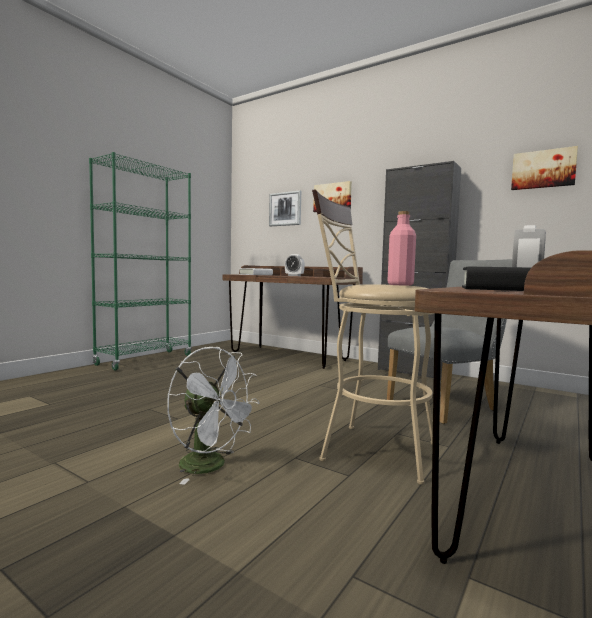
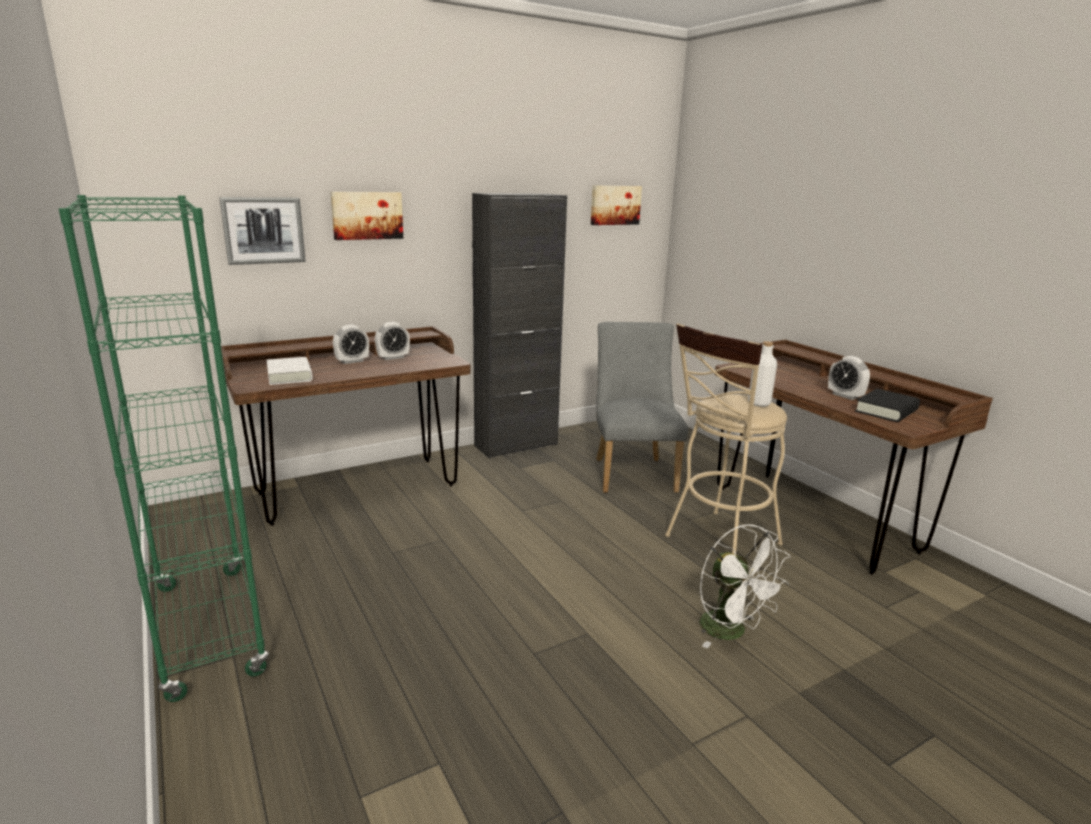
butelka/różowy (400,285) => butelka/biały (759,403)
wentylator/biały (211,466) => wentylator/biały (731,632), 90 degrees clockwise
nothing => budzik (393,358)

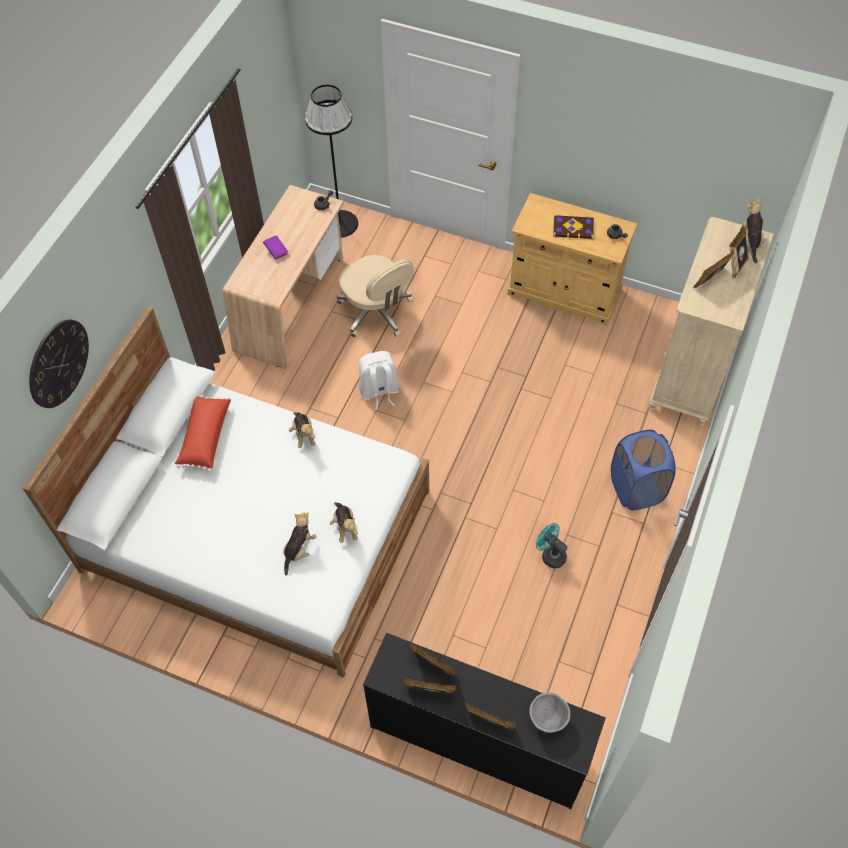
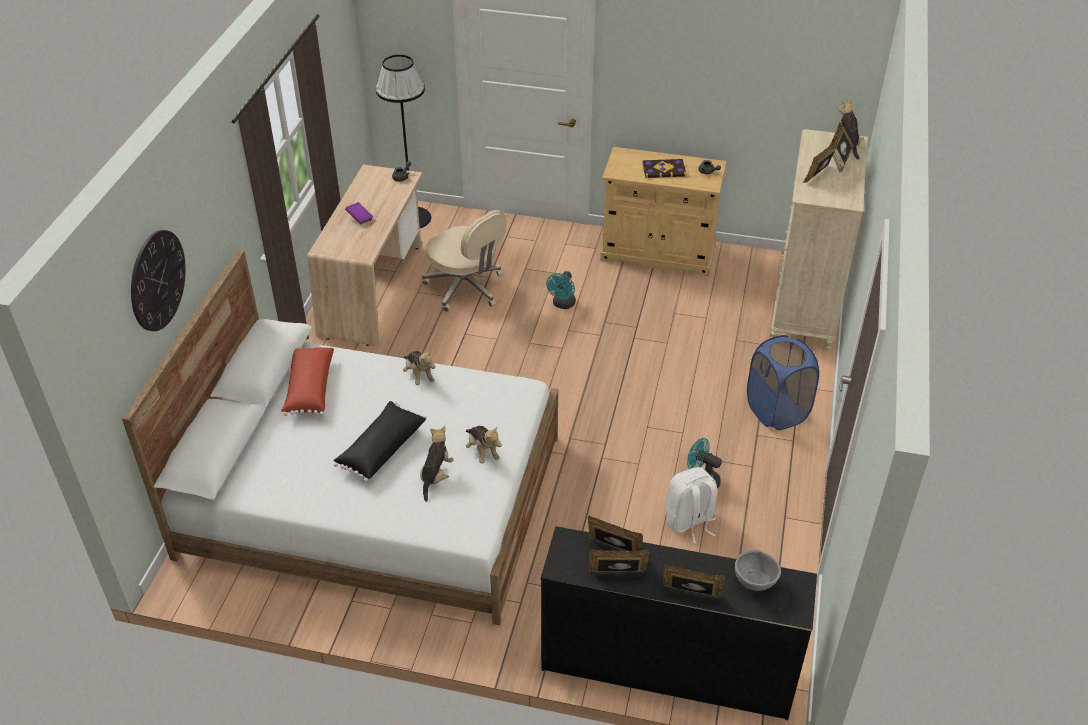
plecak/biały (379,391) => plecak/biały (690,522), shifted
nothing => wentylator/turkusowy (562,304)
nothing => poduszka/czarny (381,448)

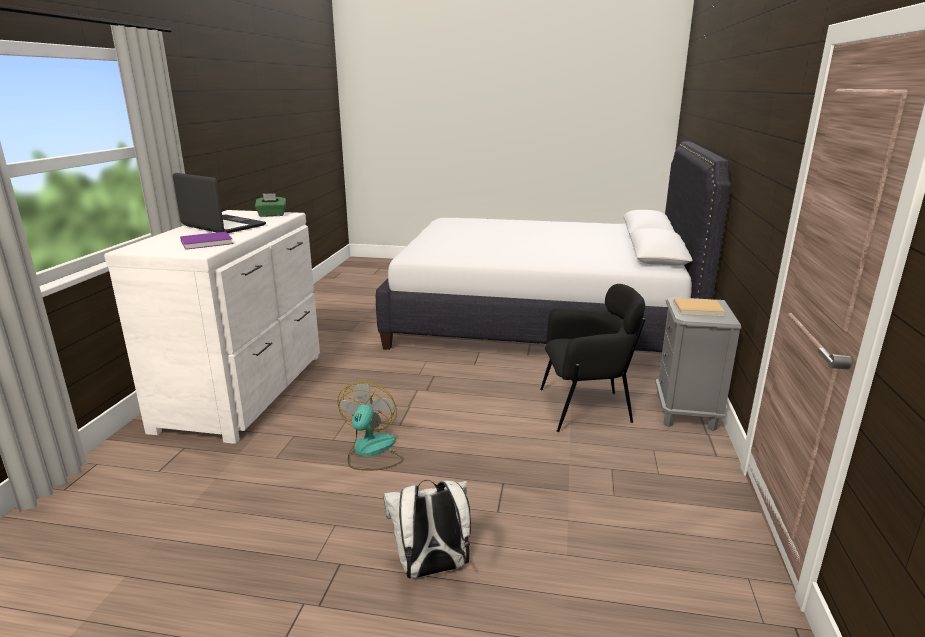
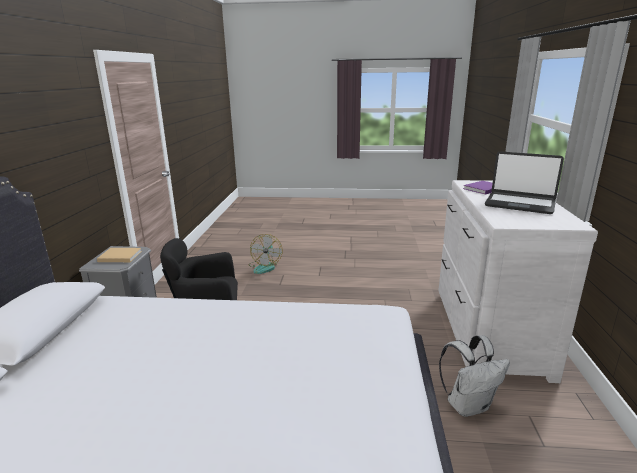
pudełko chusteczek/zielony (272,215) => nothing
wentylator (371,451) => wentylator (265,267), shifted
plecak/biały (431,569) => plecak/biały (468,405), shifted

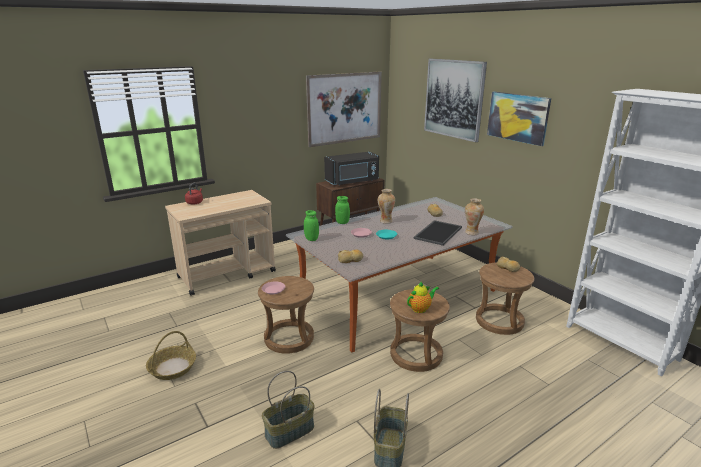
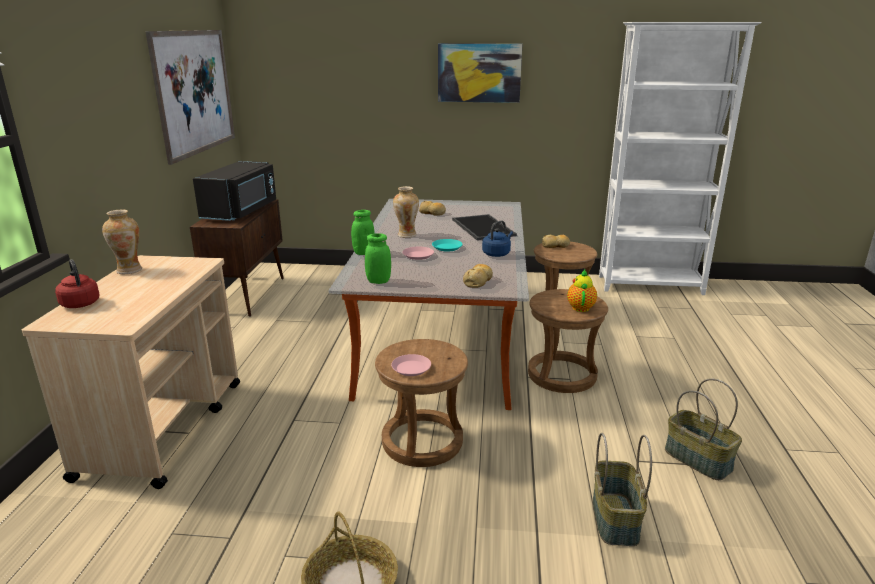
obraz (454,99) => nothing
wazon (471,232) => wazon (129,270), shifted
nothing => czajnik/niebieski (497,254)

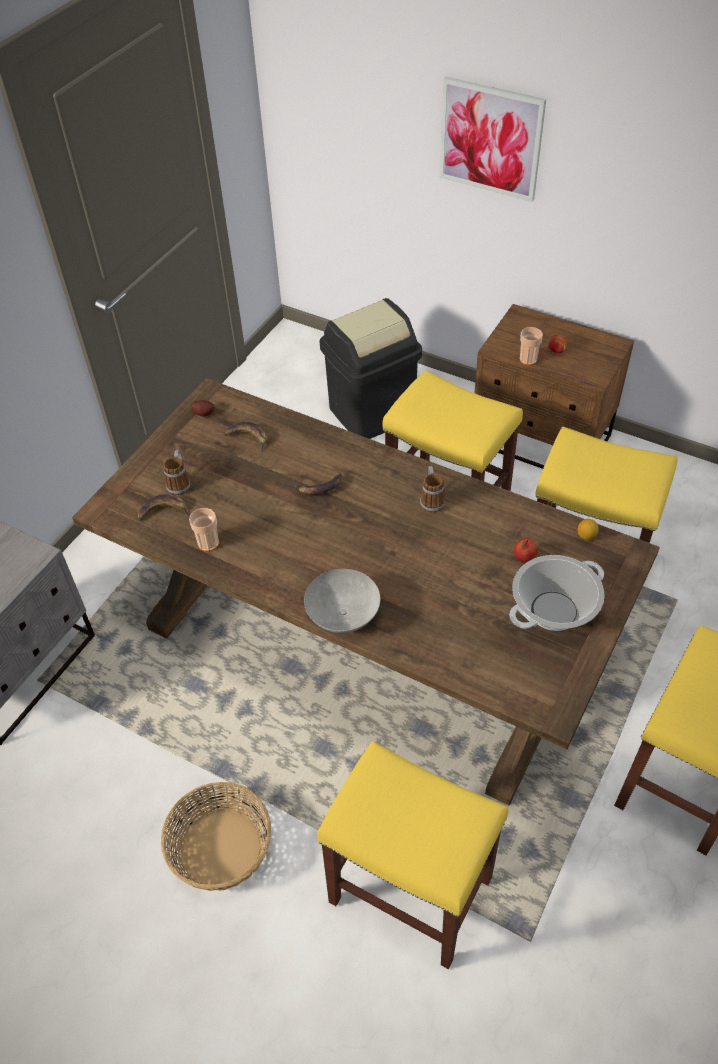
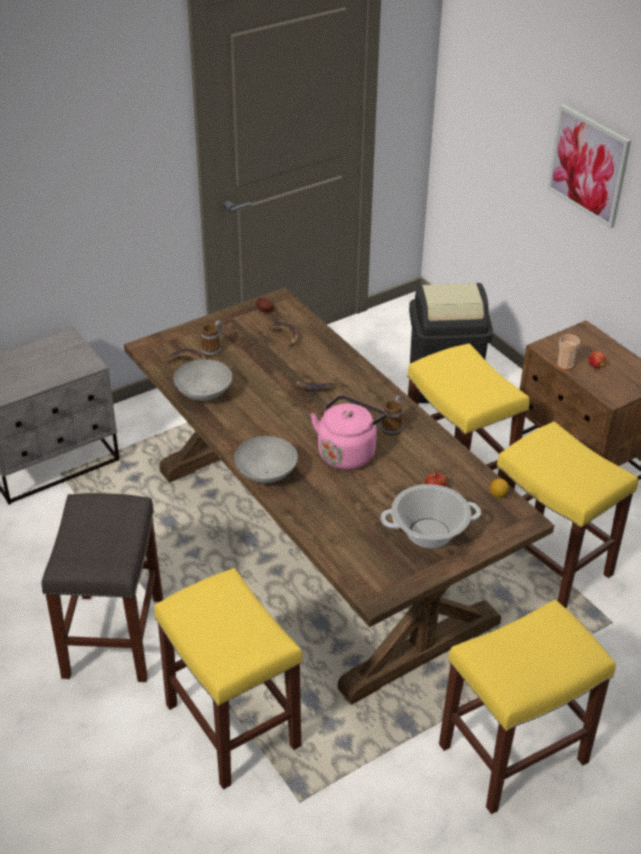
filiżanka (208,543) => miska/szary (205,394)
koszyk (220,848) => stołek/szary (113,635)
nothing => czajnik/różowy (347,452)

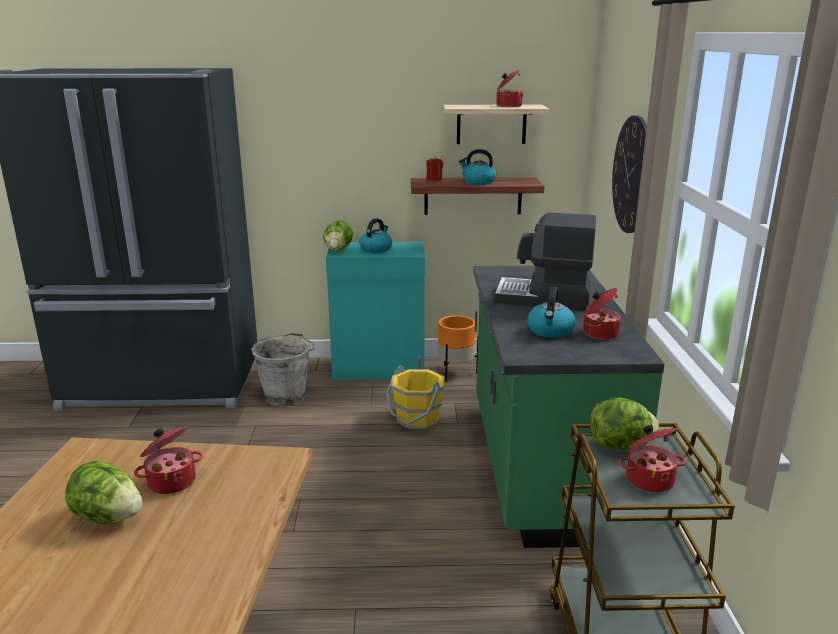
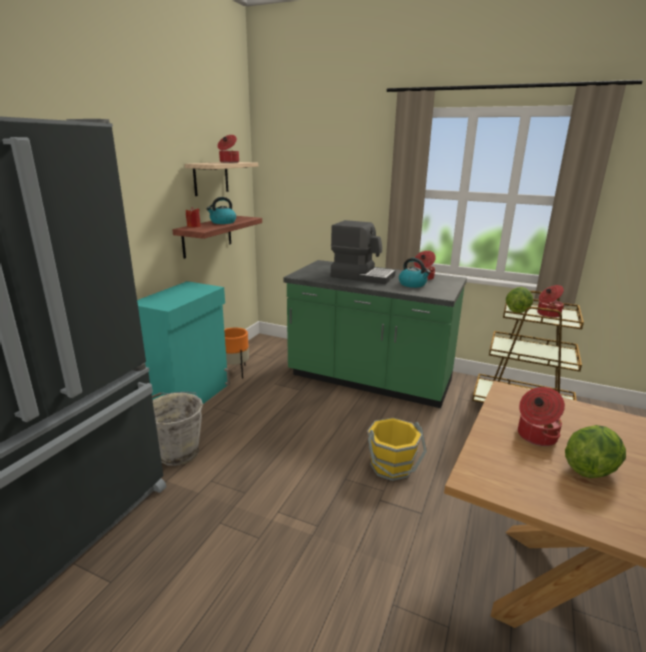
zegar ścienny (632,175) => nothing
ekspres do kawy (543,298) => ekspres do kawy (362,276), 105 degrees counterclockwise
czajnik (376,249) => nothing
sałata (338,250) => nothing
wiadro/żółty (417,419) => wiadro/żółty (392,467), shifted

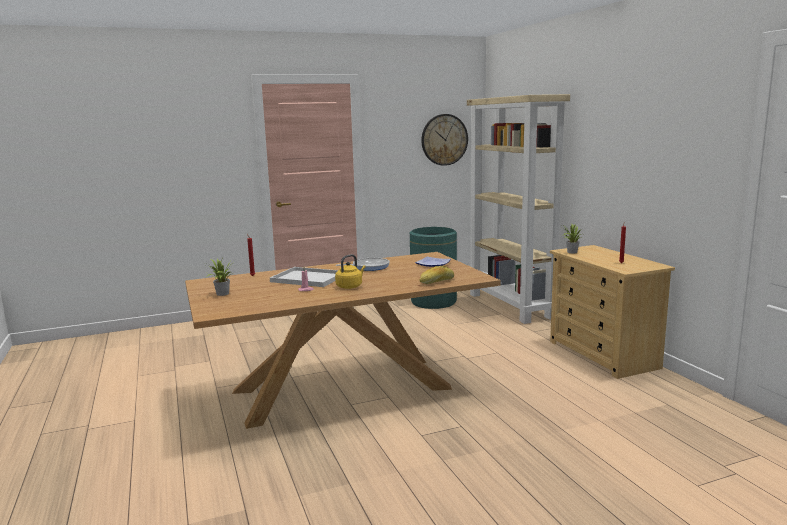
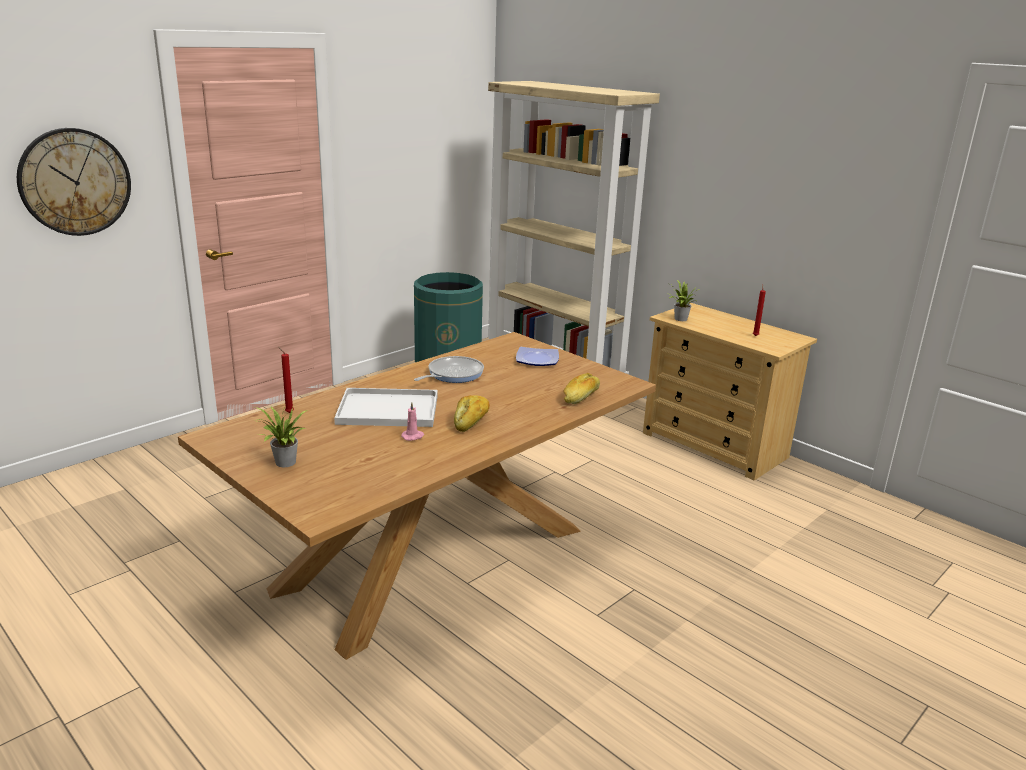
zegar ścienny (444,139) => zegar ścienny (75,182), shifted
czajnik/żółty (350,286) => chleb (471,421)

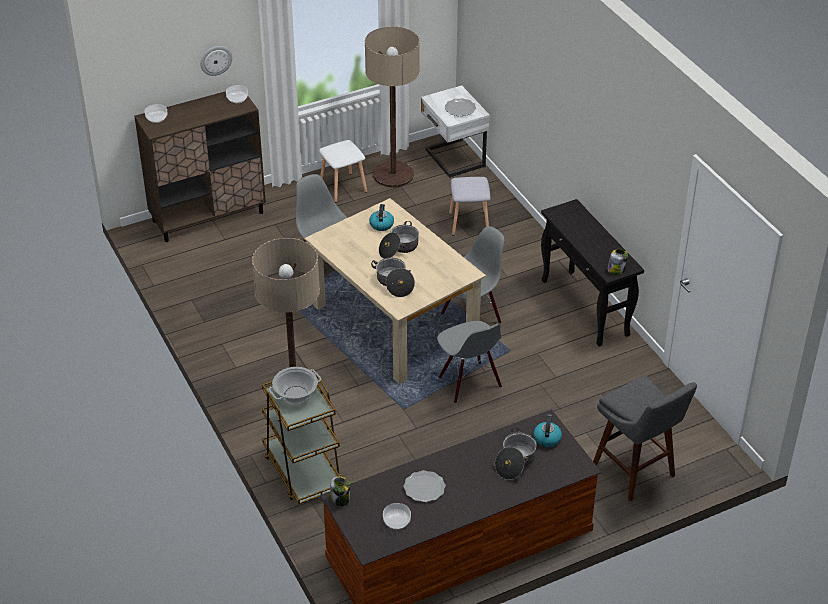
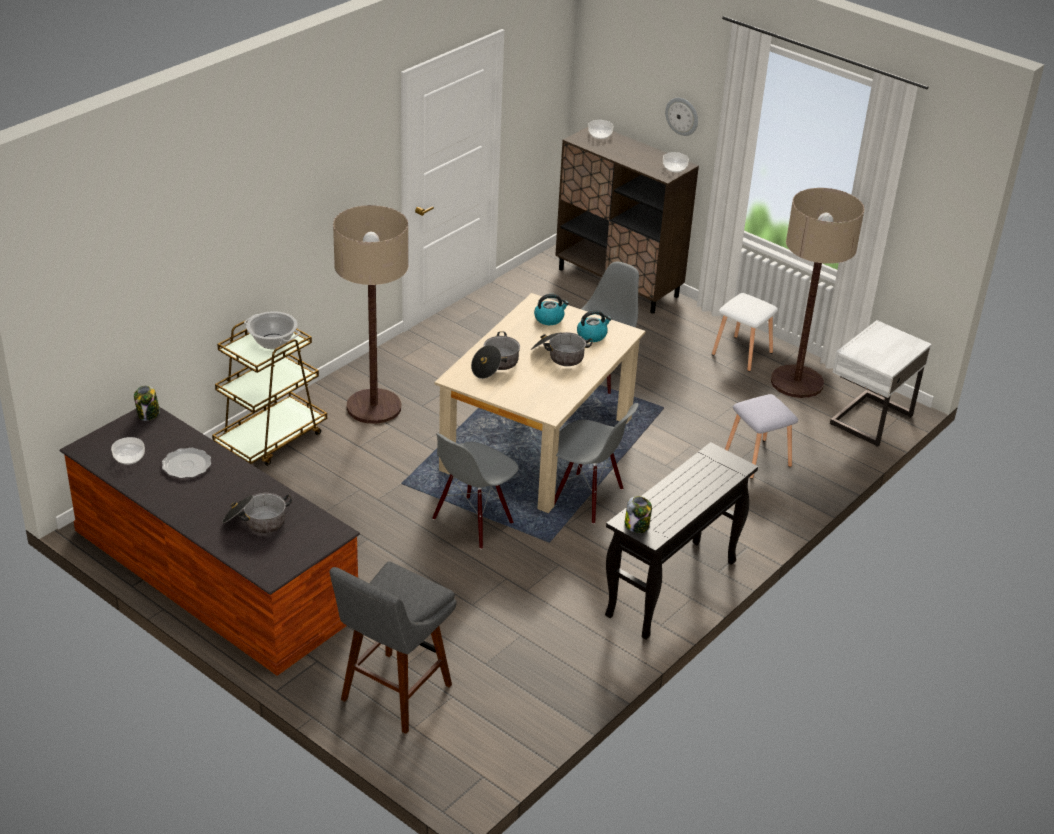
talerz (460,109) => nothing
czajnik (547,438) => czajnik (549,318), shifted

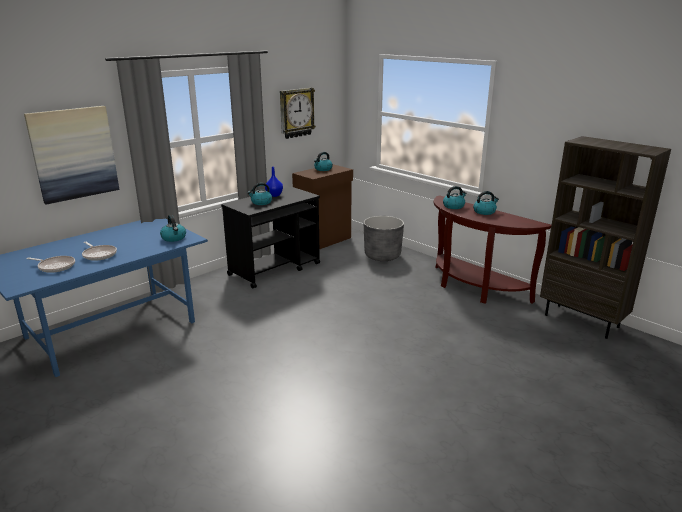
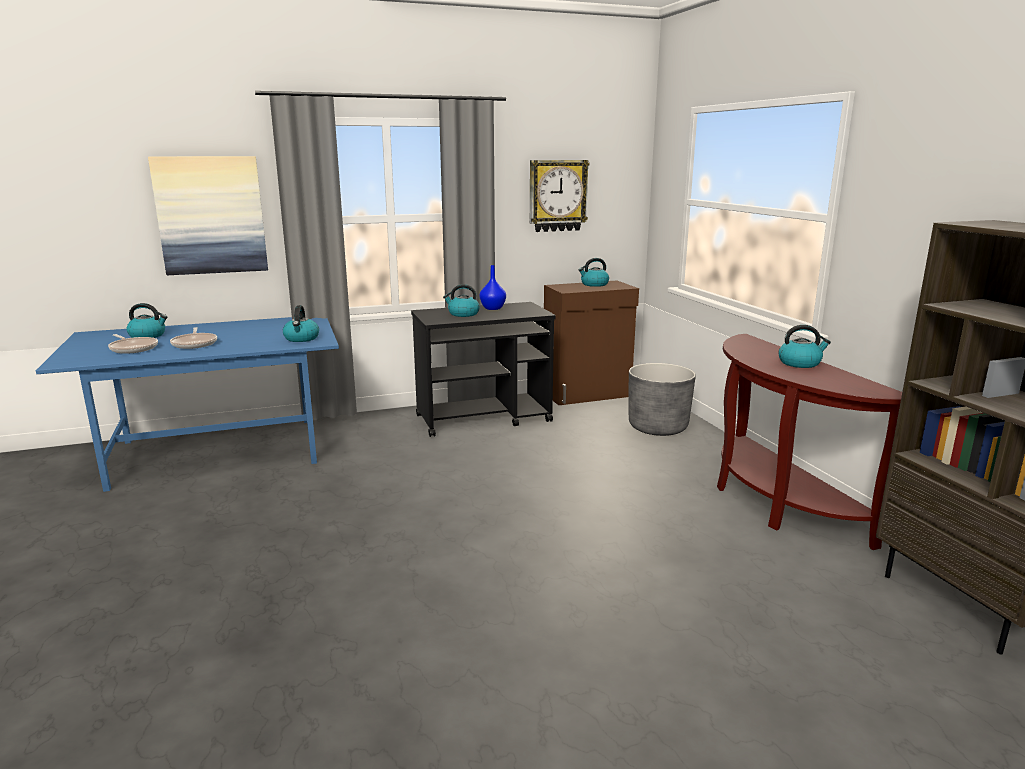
czajnik (454,206) => czajnik (148,336), shifted

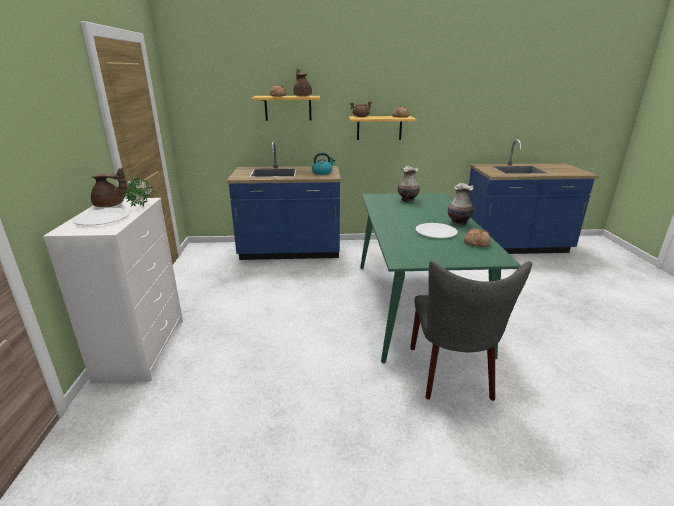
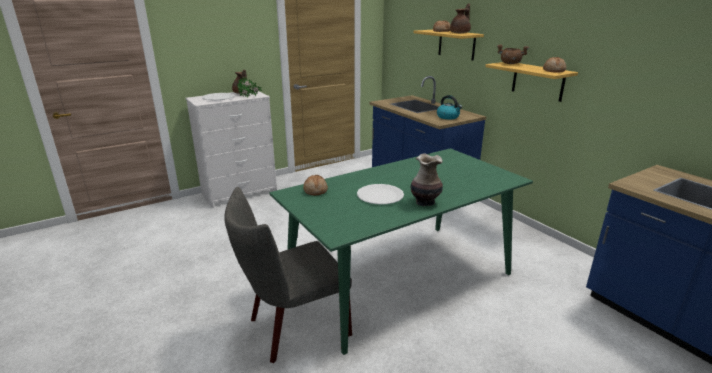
wazon (408,200) => nothing
chleb (477,243) => chleb (315,190), shifted

